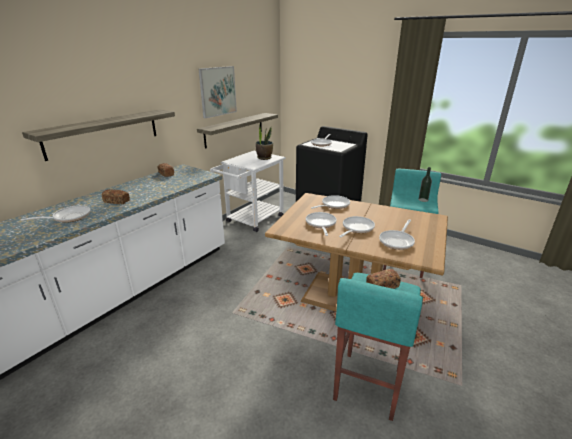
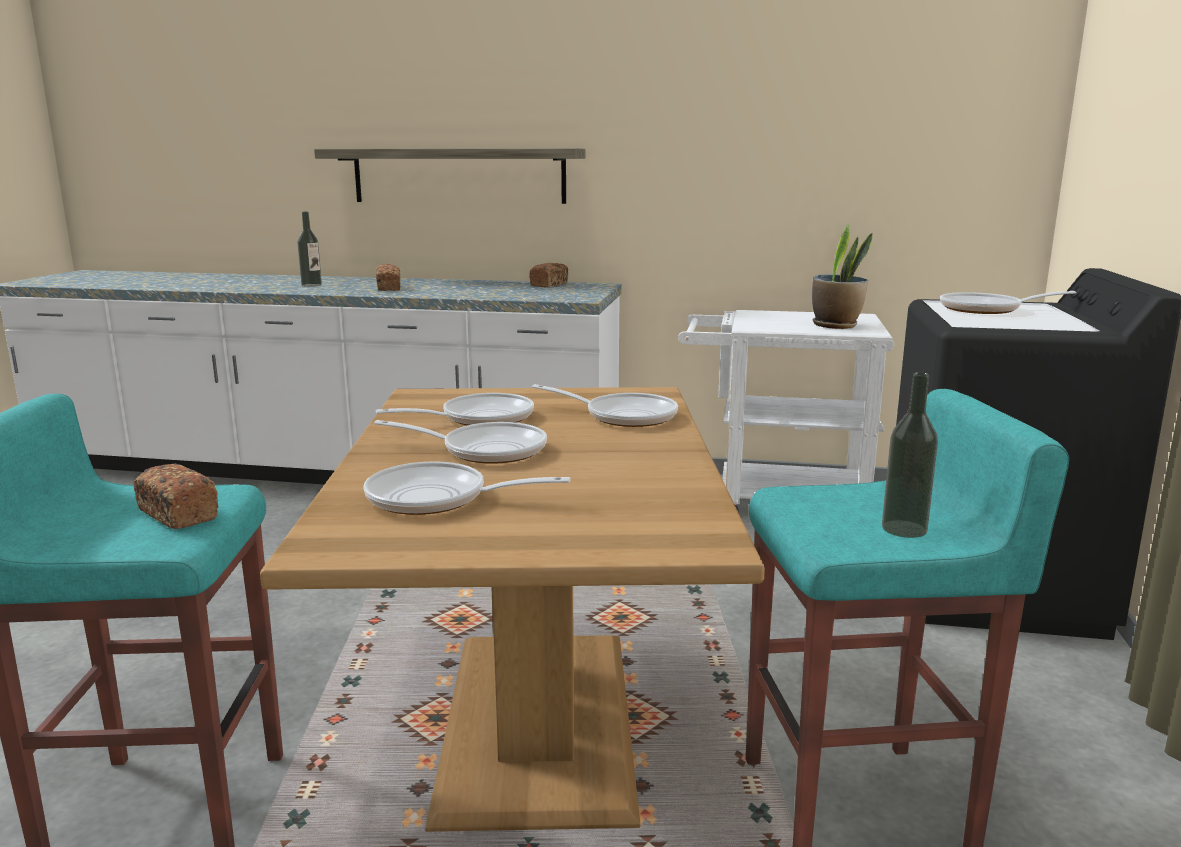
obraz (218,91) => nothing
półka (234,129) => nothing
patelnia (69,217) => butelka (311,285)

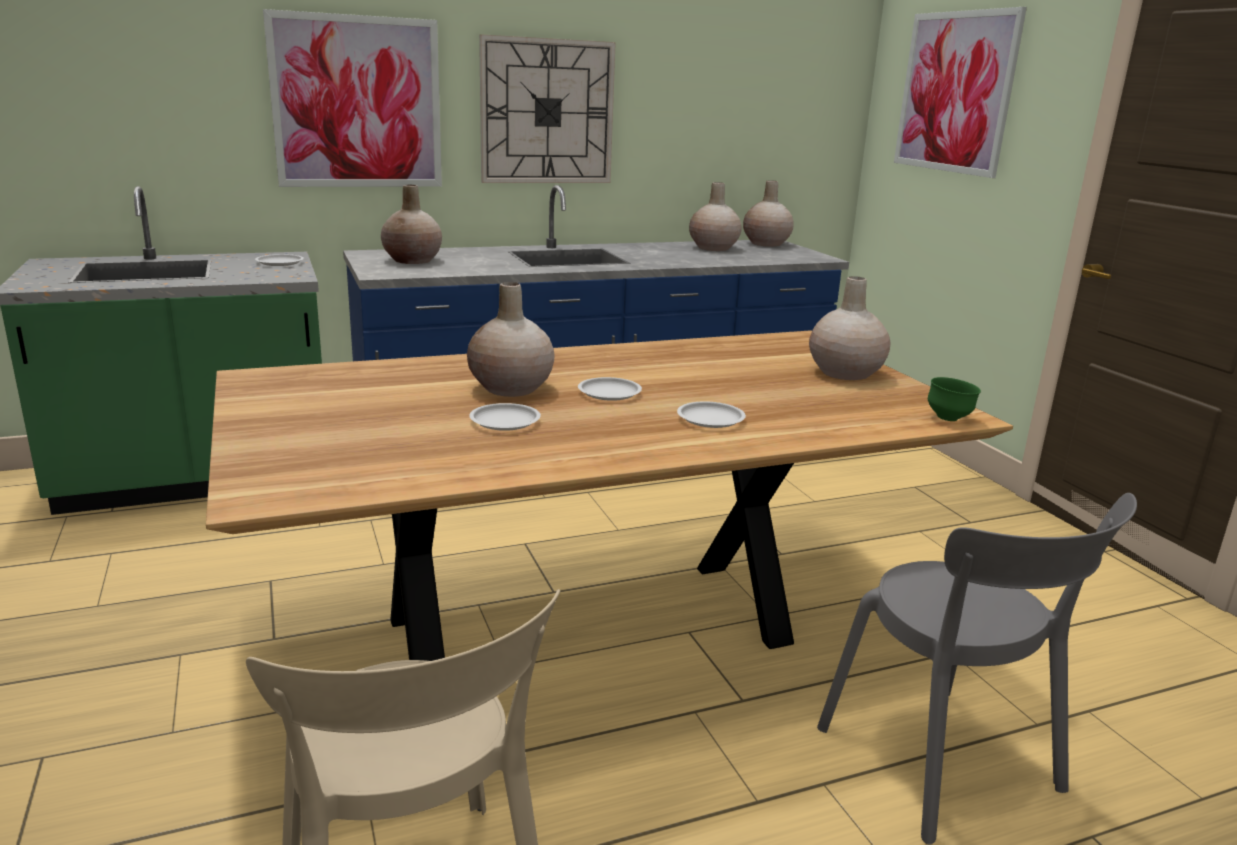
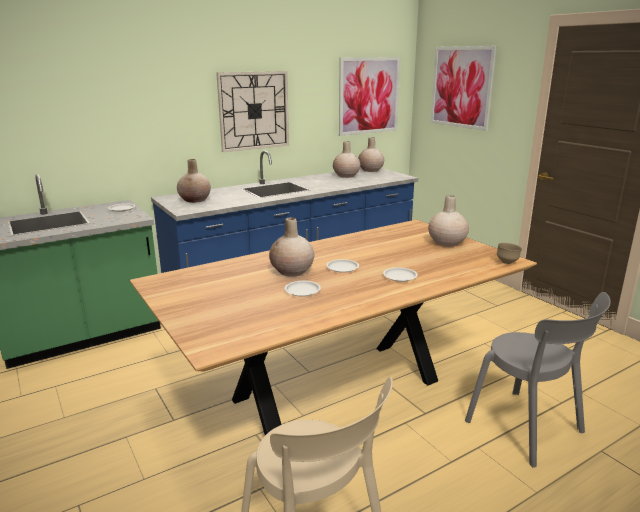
obraz (357,103) => obraz (369,96), shifted
miska/zielony (949,419) => miska/brązowy (507,262)

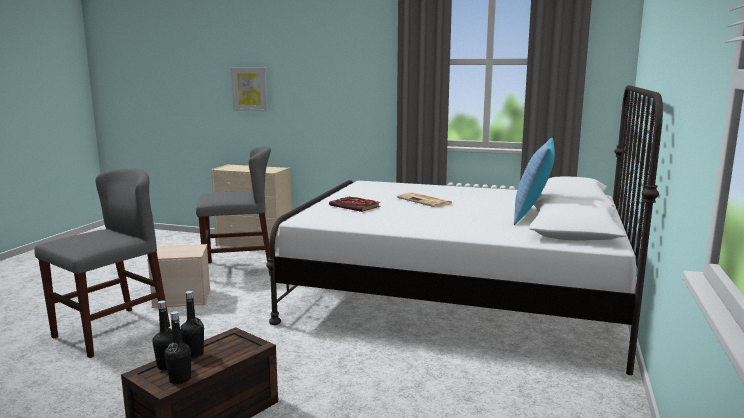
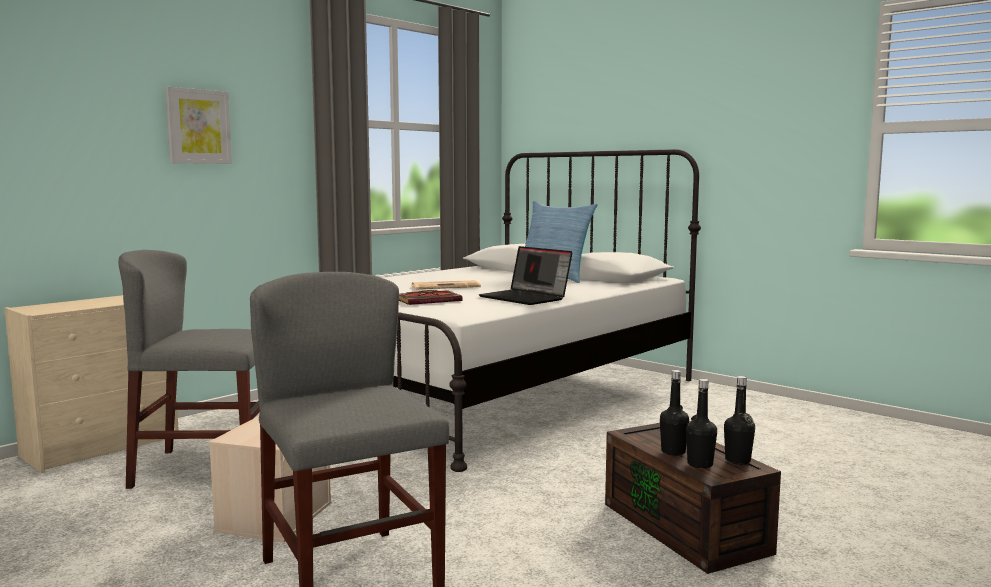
obraz (250,89) => obraz (198,126), shifted
krzesło/szary (239,268) => krzesło/szary (206,468), 105 degrees counterclockwise
nothing => laptop (526,298)

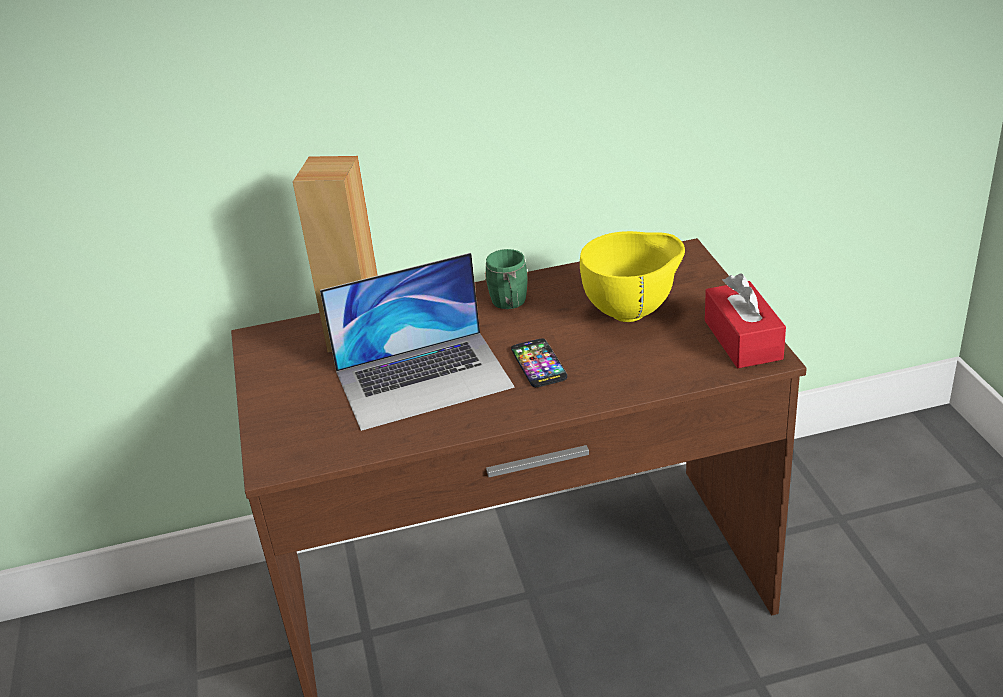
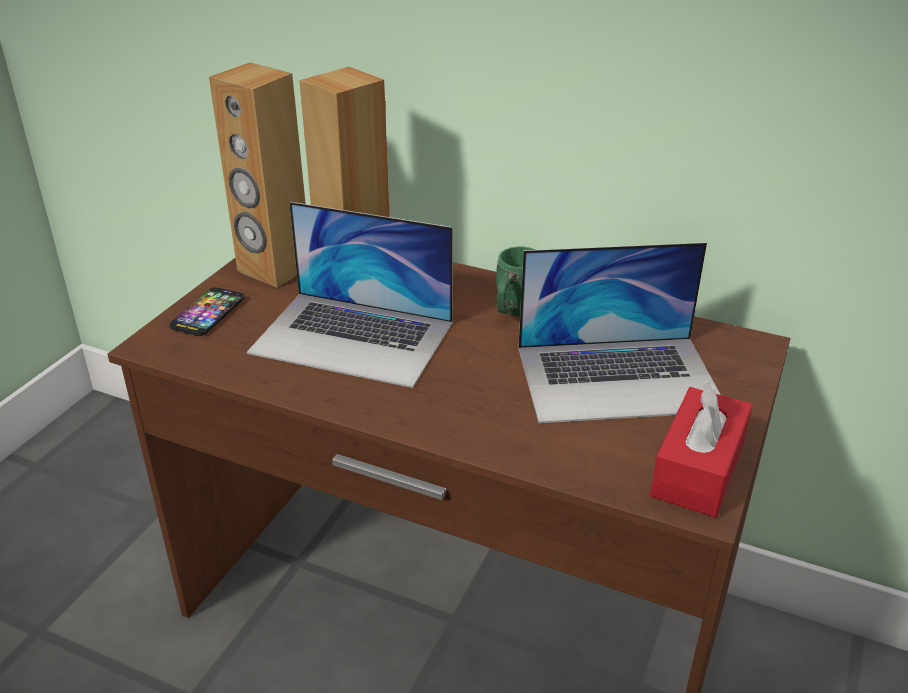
miska/żółty (633,312) => laptop (619,378)
telefon (538,364) => telefon (208,313), shifted
nothing => głośnik/brązowy (274,269)

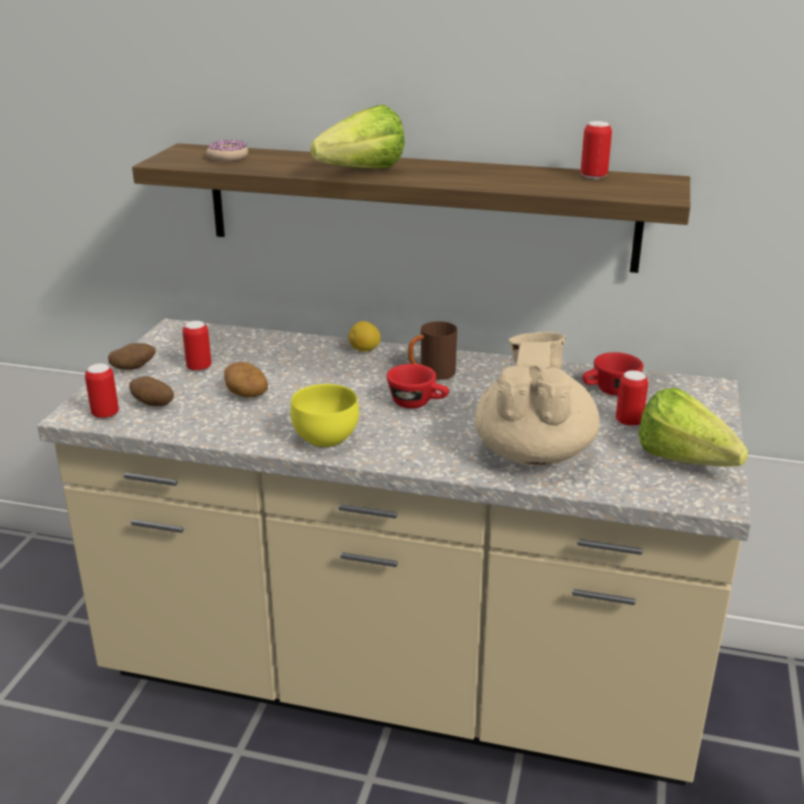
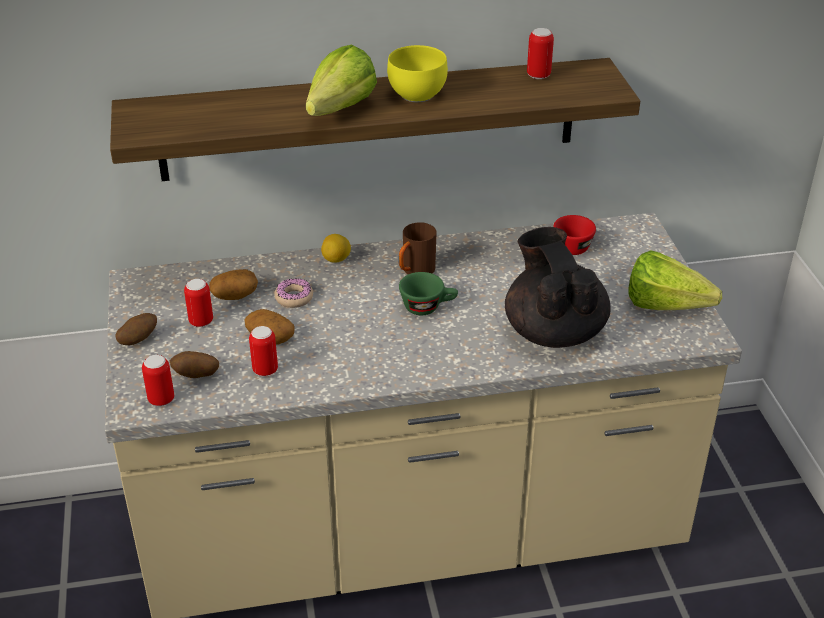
donut (227,157) => donut (294,298), shifted
imbryk/beżowy (533,452) => imbryk/czarny (553,331)
filiżanka/czerwony (418,403) => filiżanka/zielony (428,307)
puszka (628,422) => puszka (265,370), shifted
miska/żółty (324,440) => miska/żółty (417,96), shifted
nothing => ziemniak (234,296)

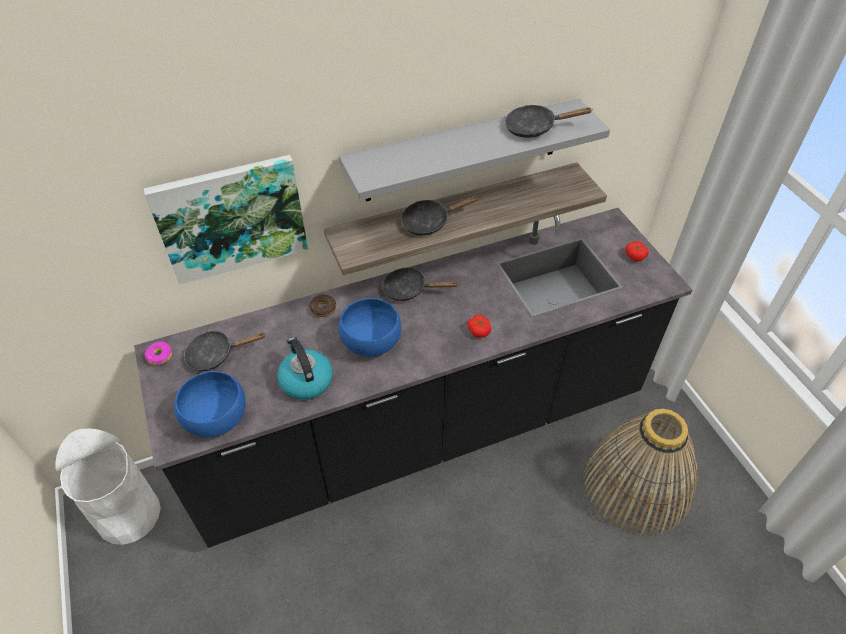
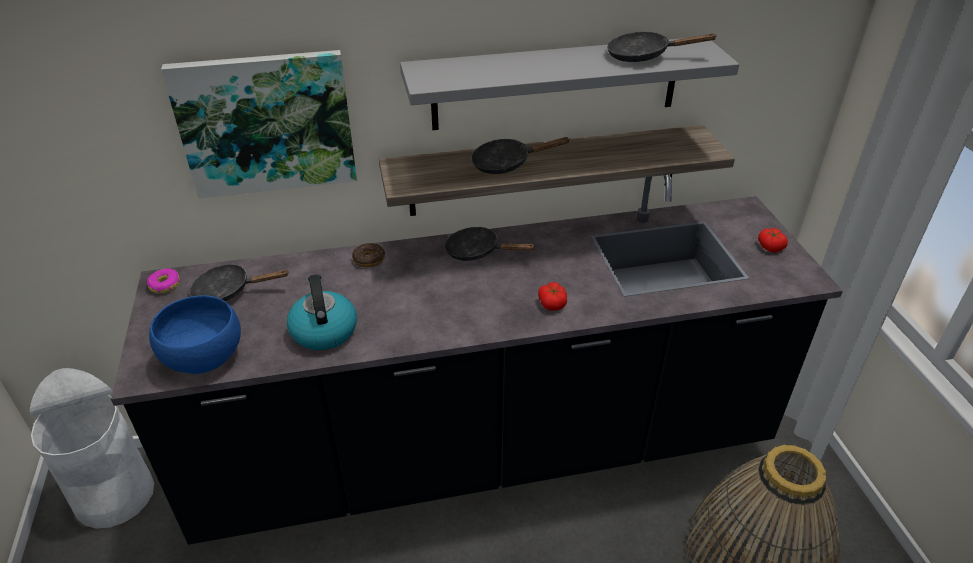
miska/niebieski (371,342) => nothing

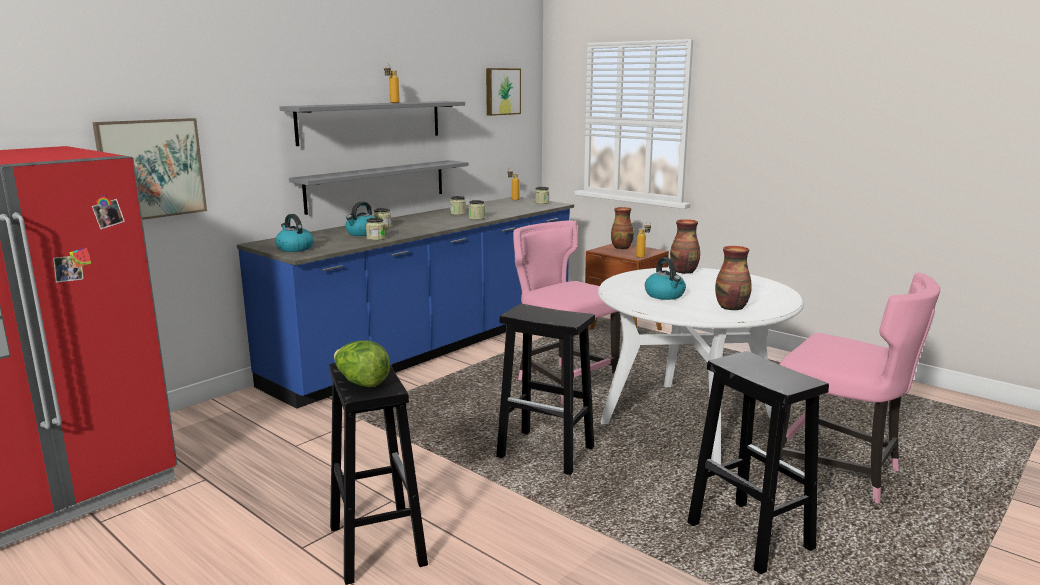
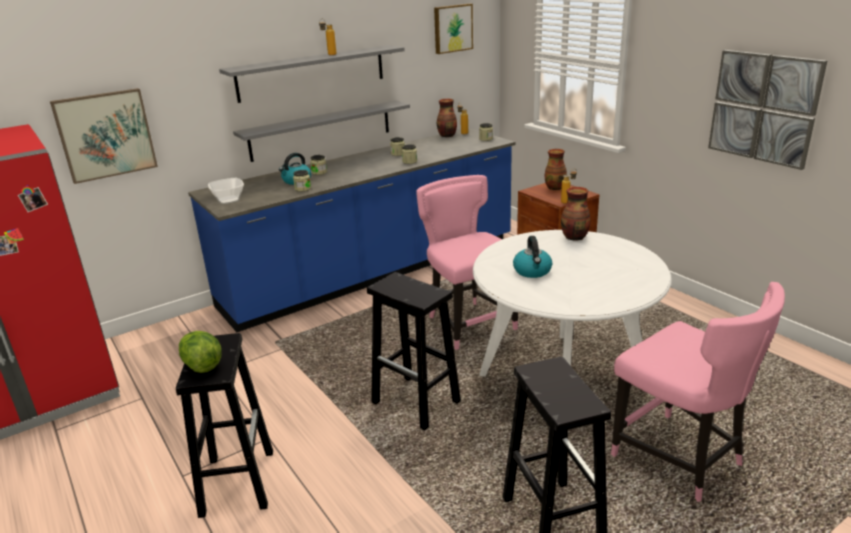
czajnik (294,248) => miska (228,200)
wazon (732,308) => wazon (447,136), shifted
nothing => obraz (763,107)

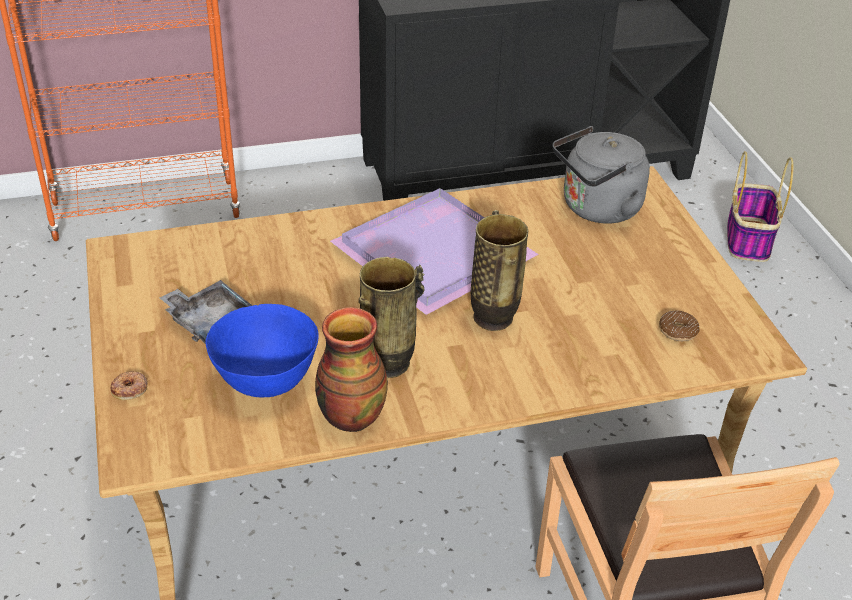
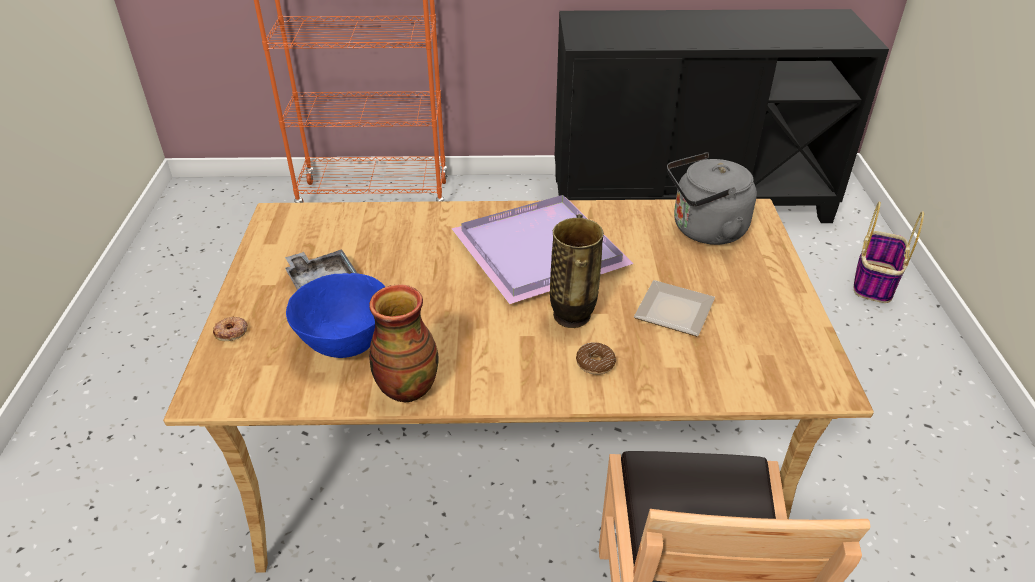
wazon (389,365) => nothing
donut (678,331) => donut (595,363), shifted
nothing => talerz (671,312)

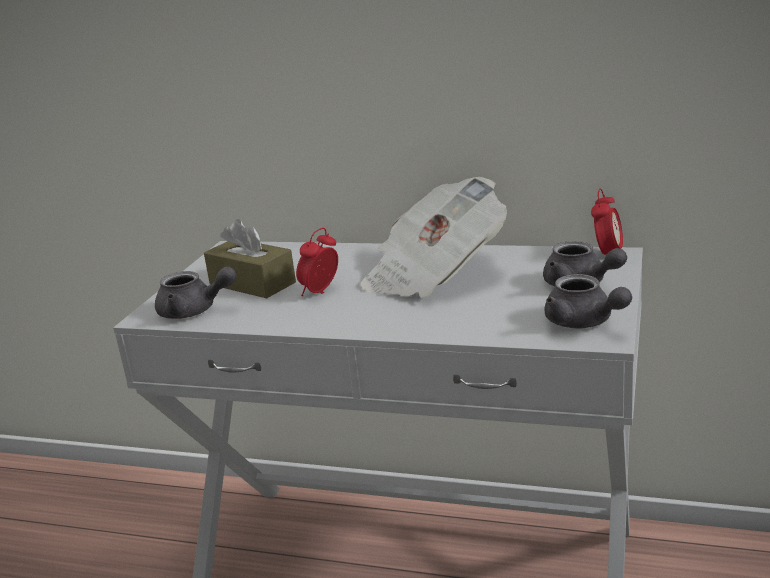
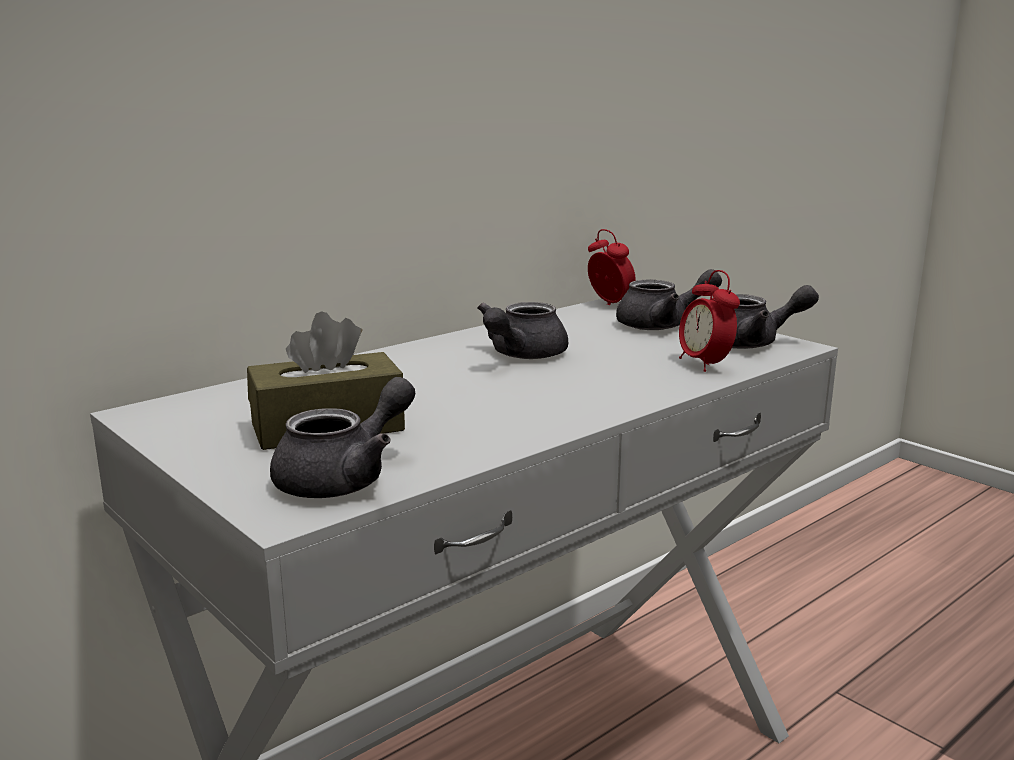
gazeta (433,275) => imbryk/szary (521,355)
budzik (321,292) => budzik (704,364), shifted

